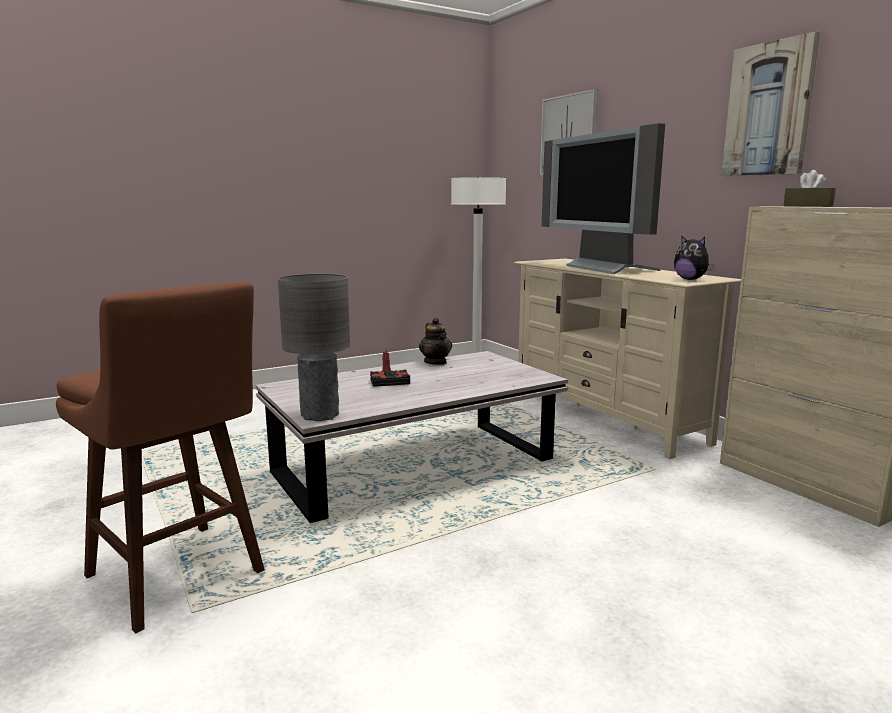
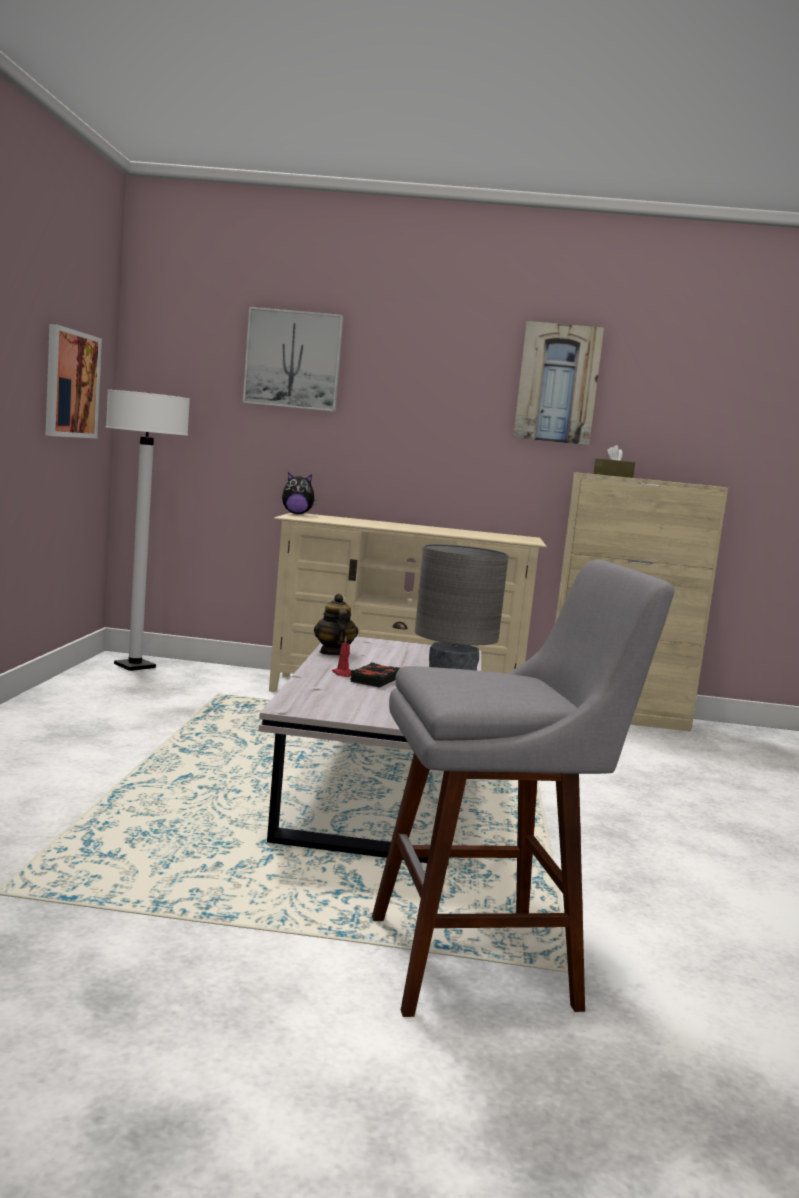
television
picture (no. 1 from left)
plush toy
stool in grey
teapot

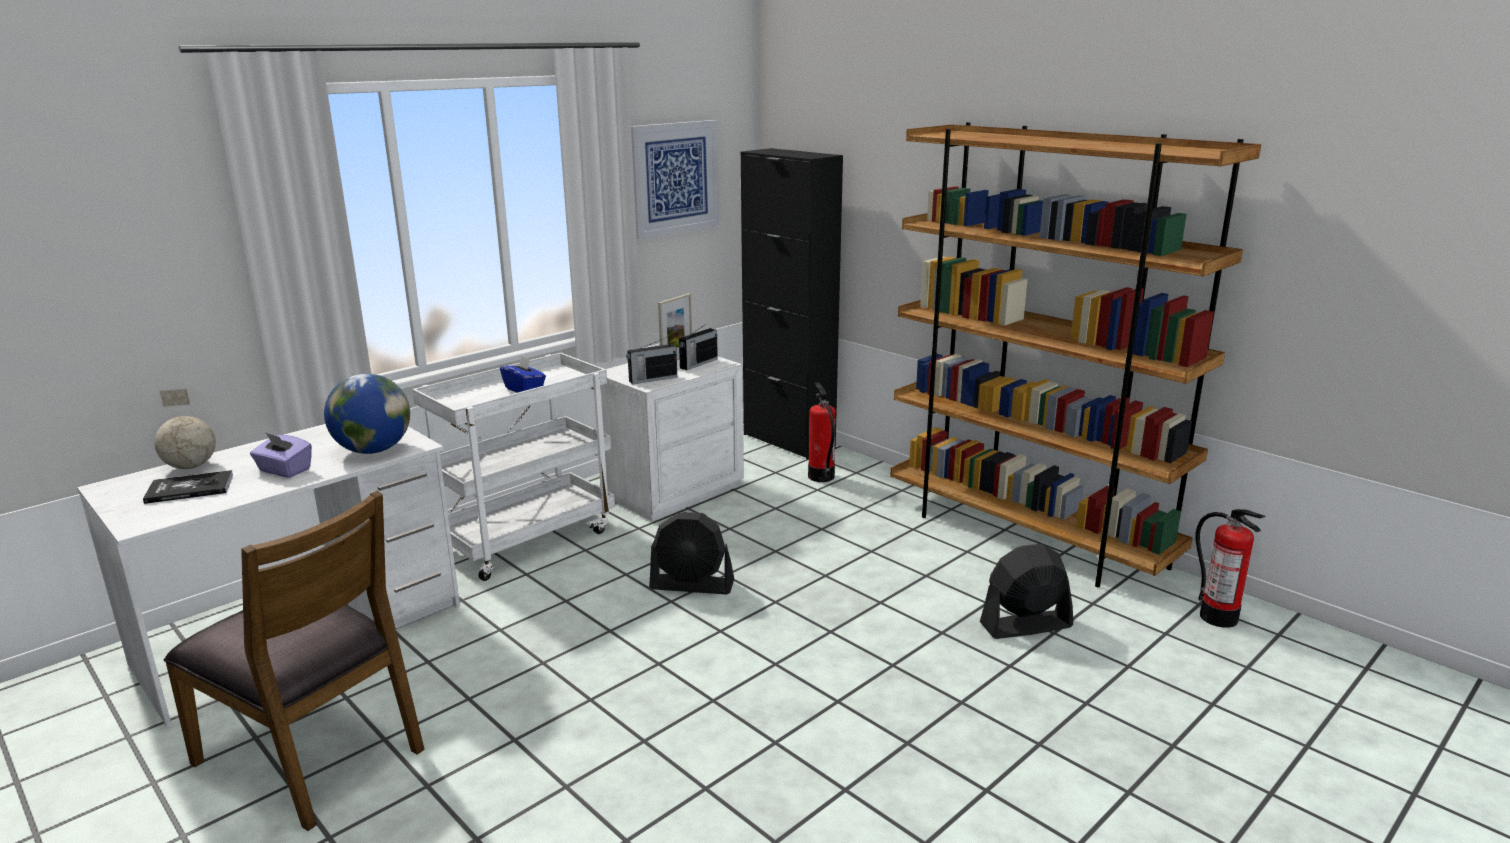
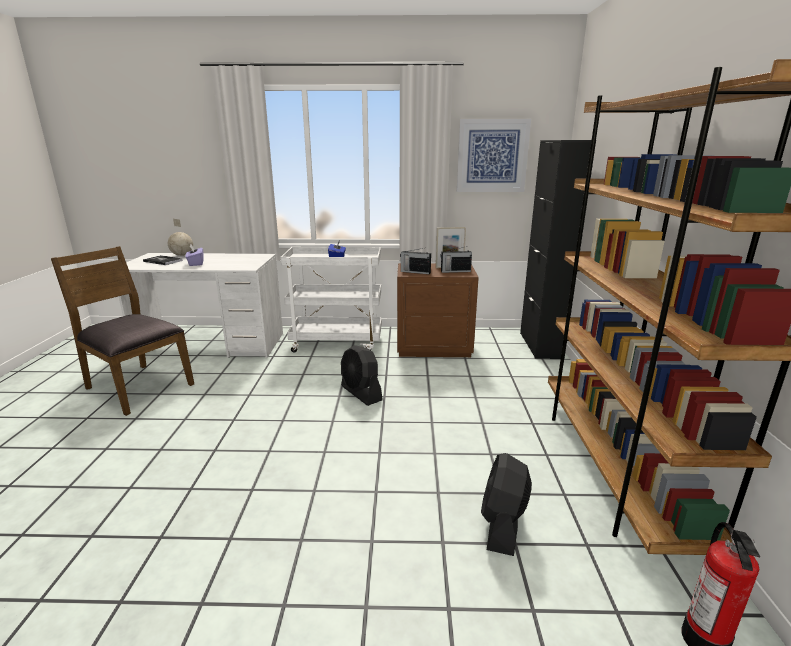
globe (no. 2 from left in the first image)
fire extinguisher (no. 1 from left in the first image)
nightstand in brown
chair in brown
fan in black (no. 2 from left)

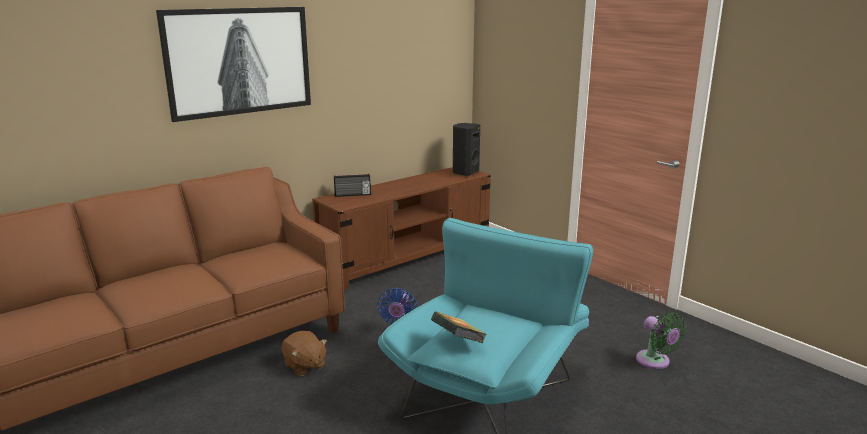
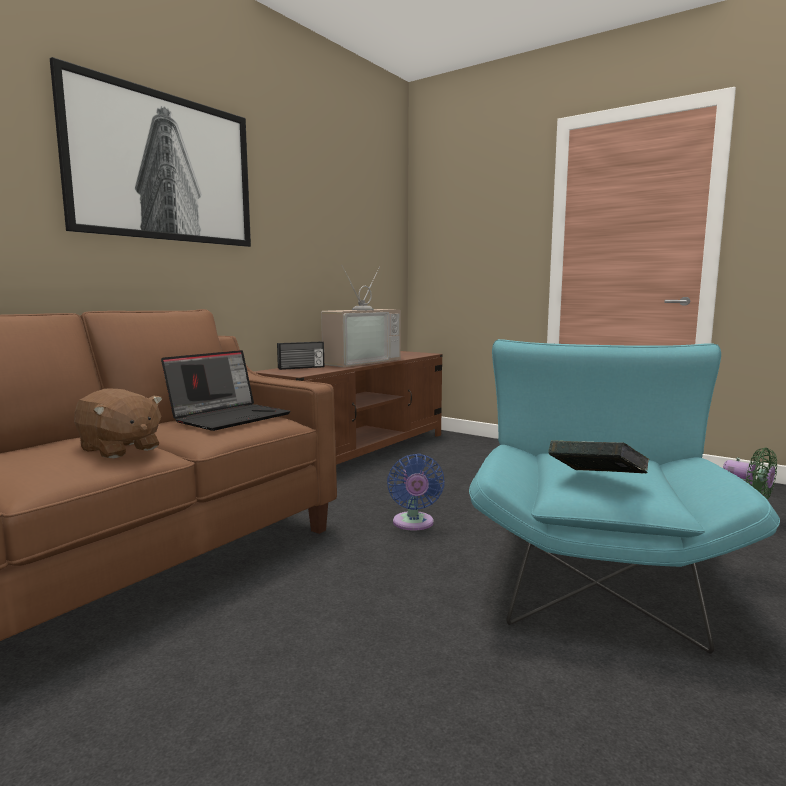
speaker in black
laptop
television
plush toy in brown

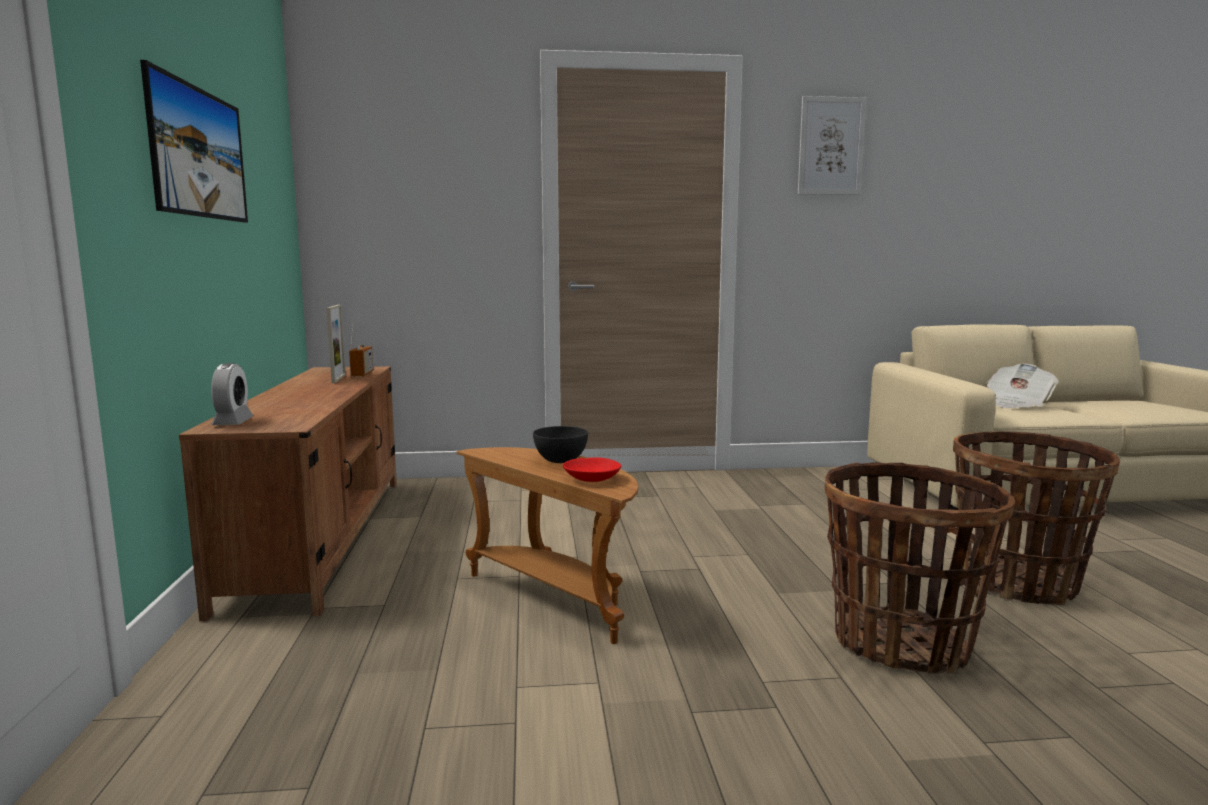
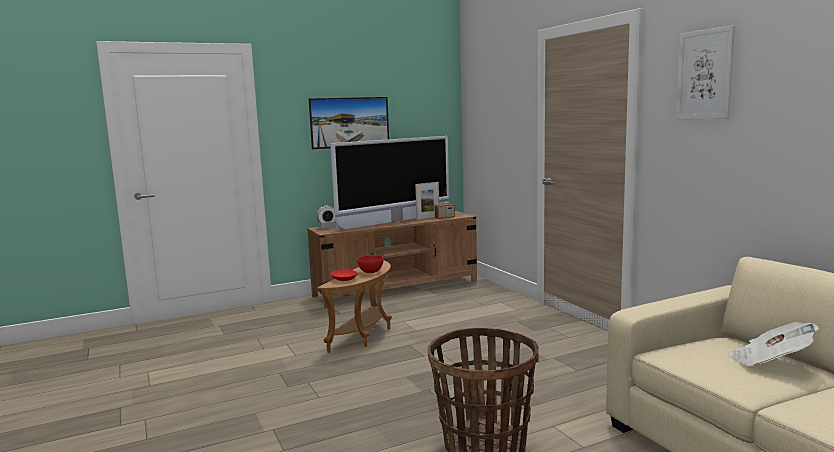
basket (no. 1 from left in the first image)
television
bowl in red (no. 2 from left)

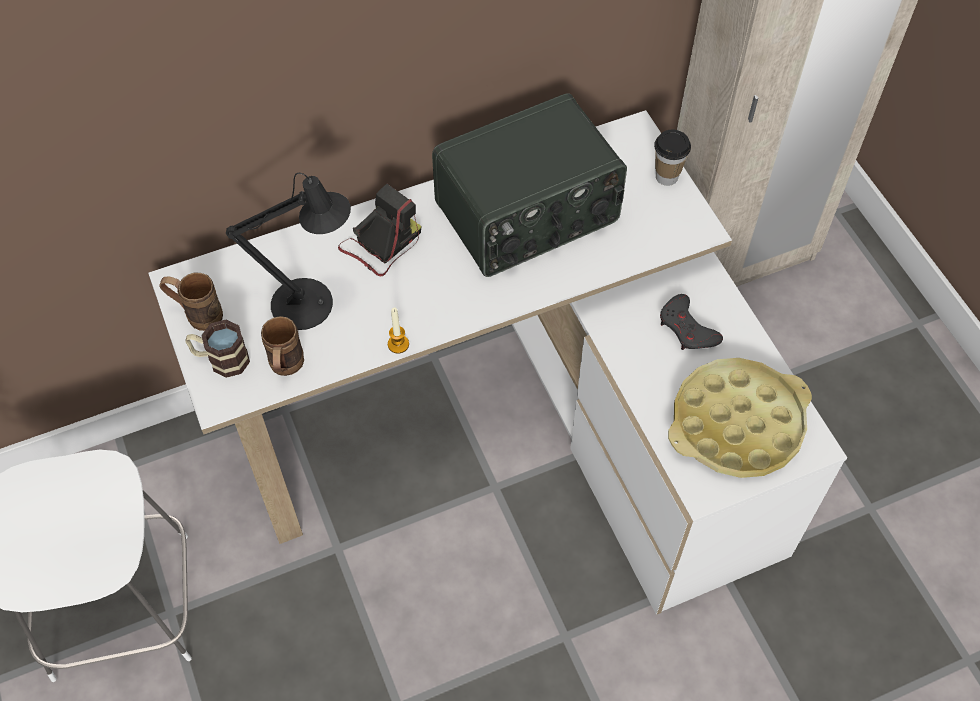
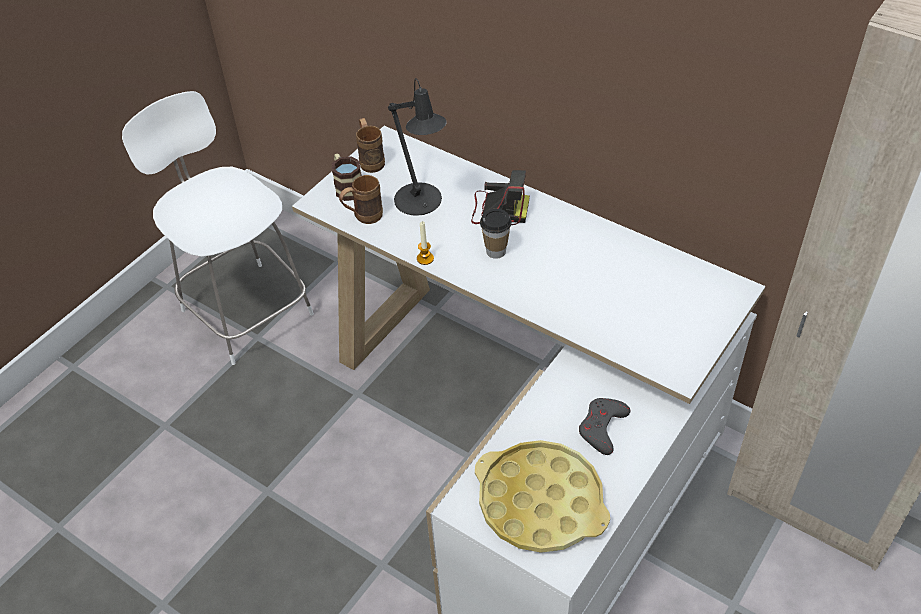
radio
cup

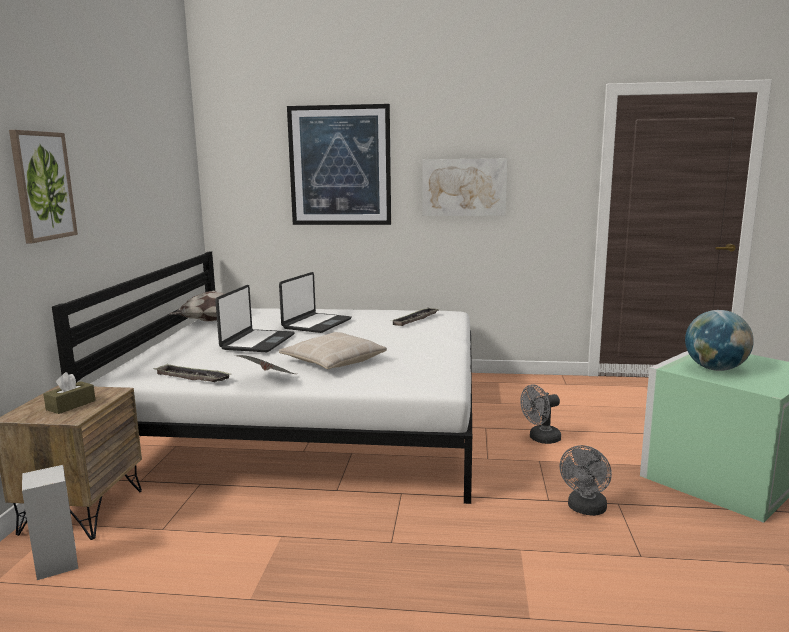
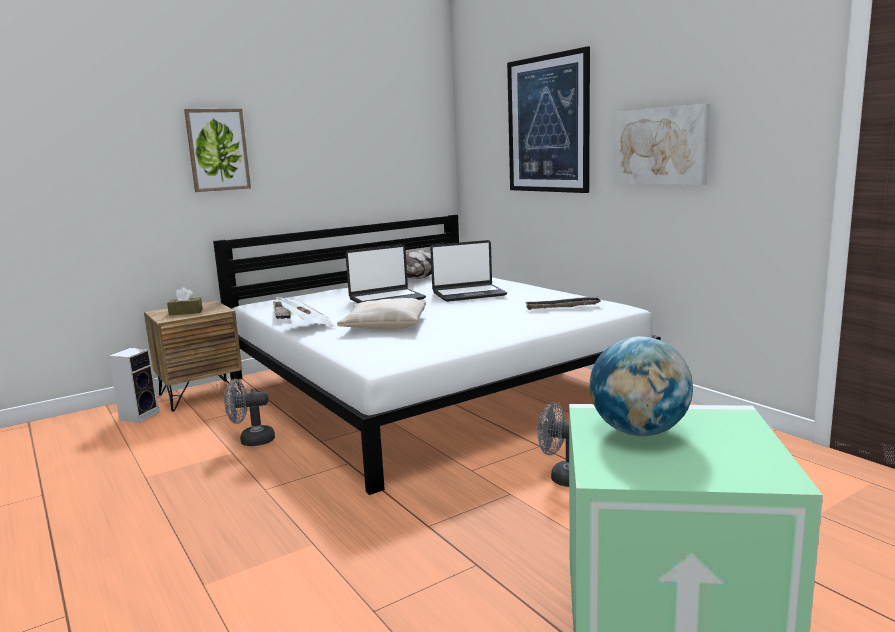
fan in grey (no. 1 from left)

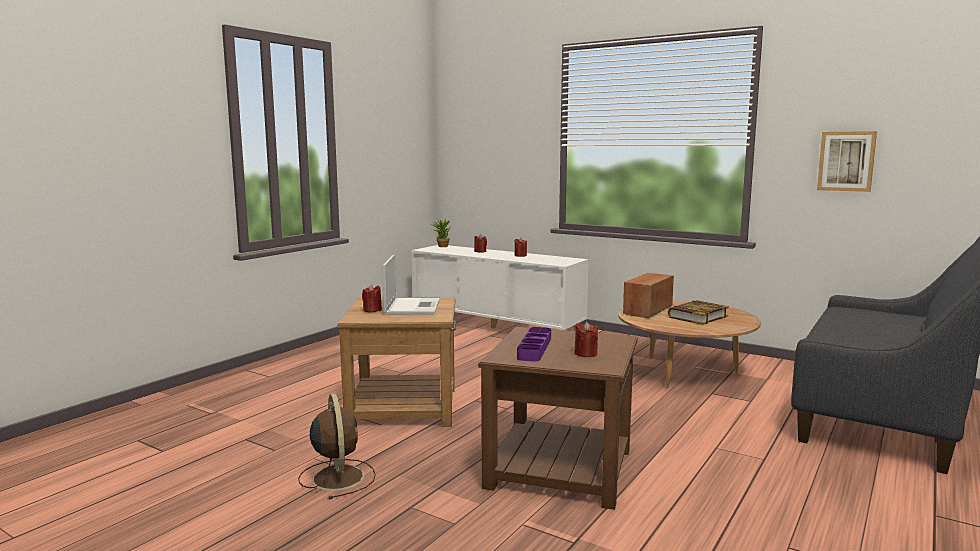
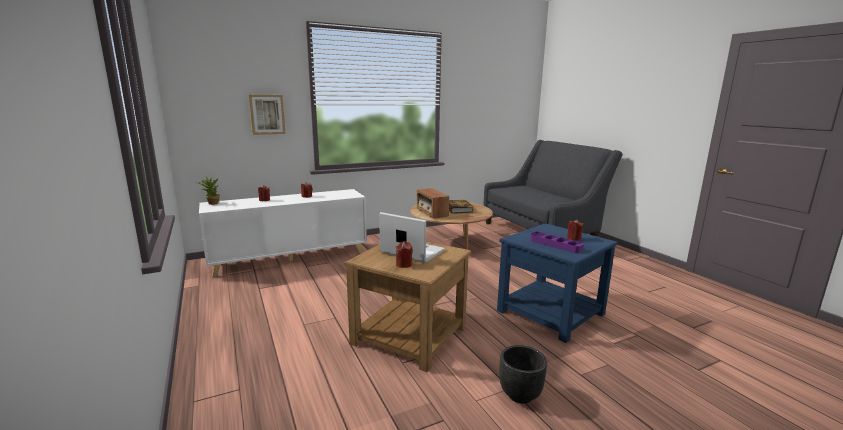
picture
planter in black
side table in blue

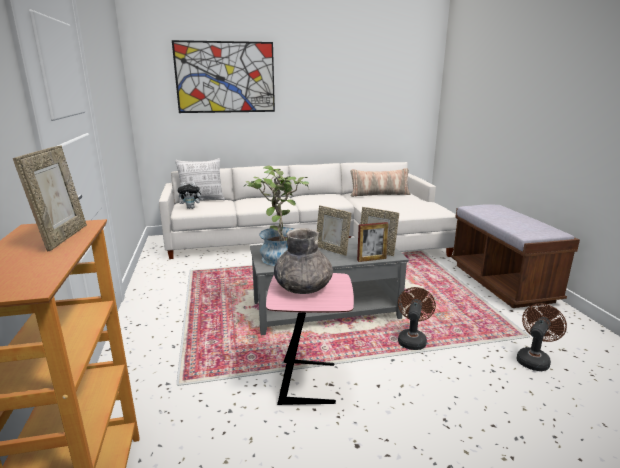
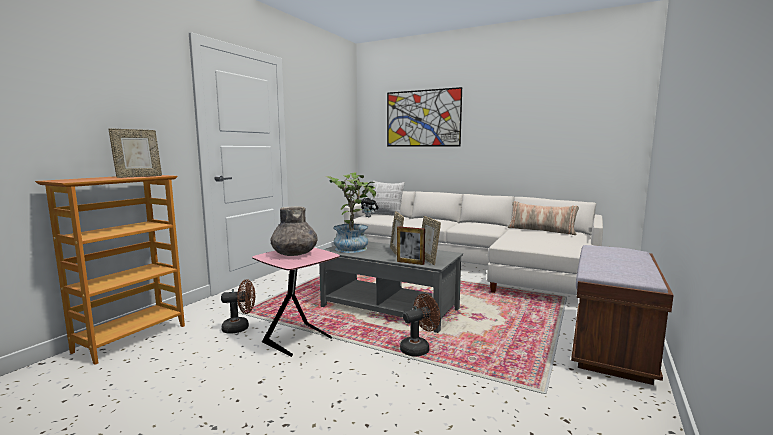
fan in brown (no. 1 from left)

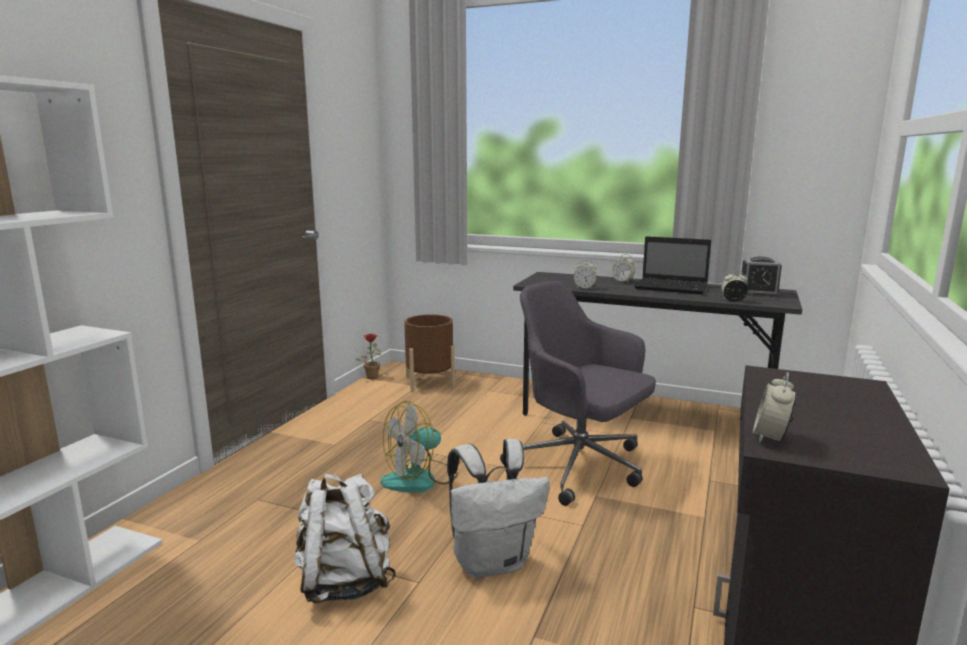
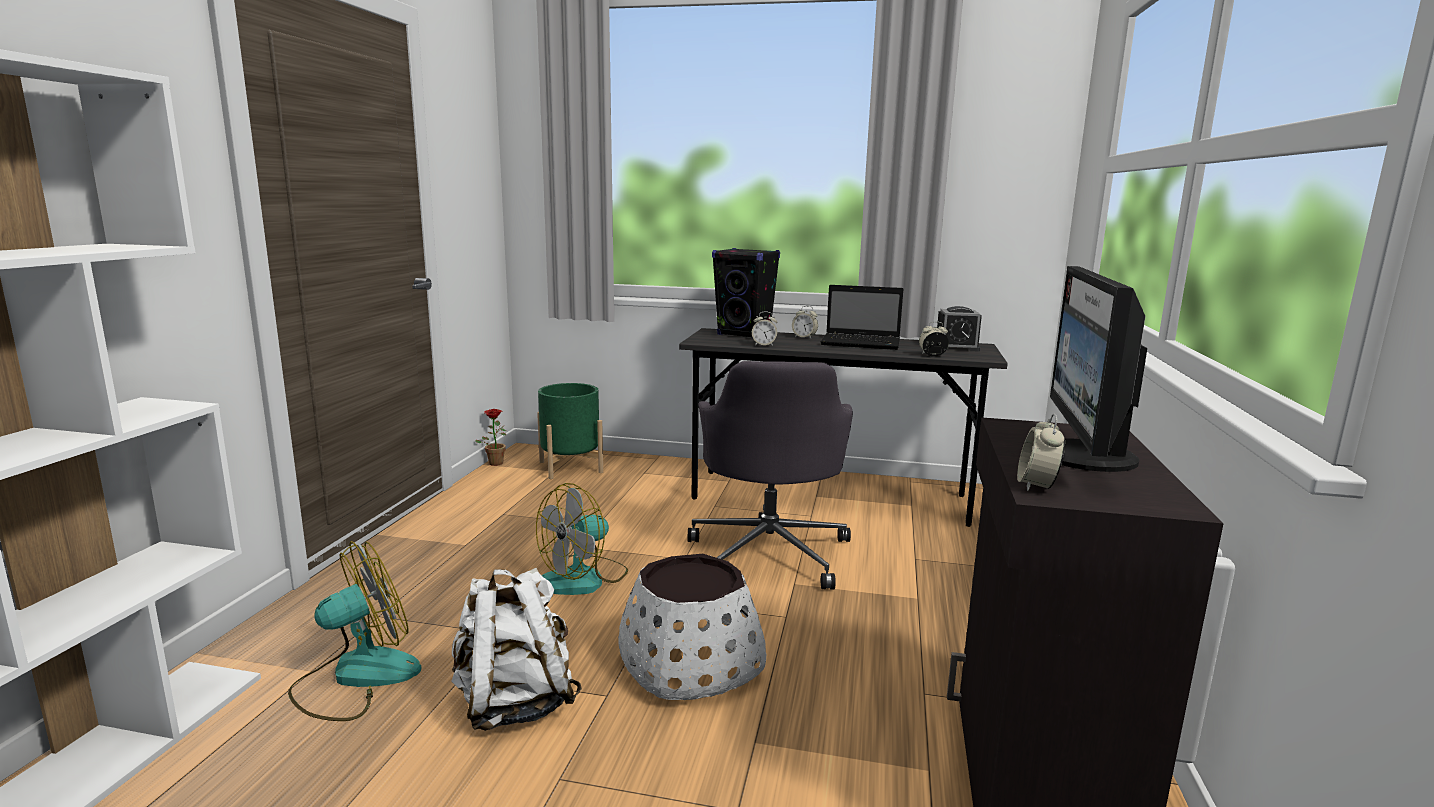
fan (no. 1 from left)
speaker in black
monitor
planter in white
planter in green
office chair in grey

